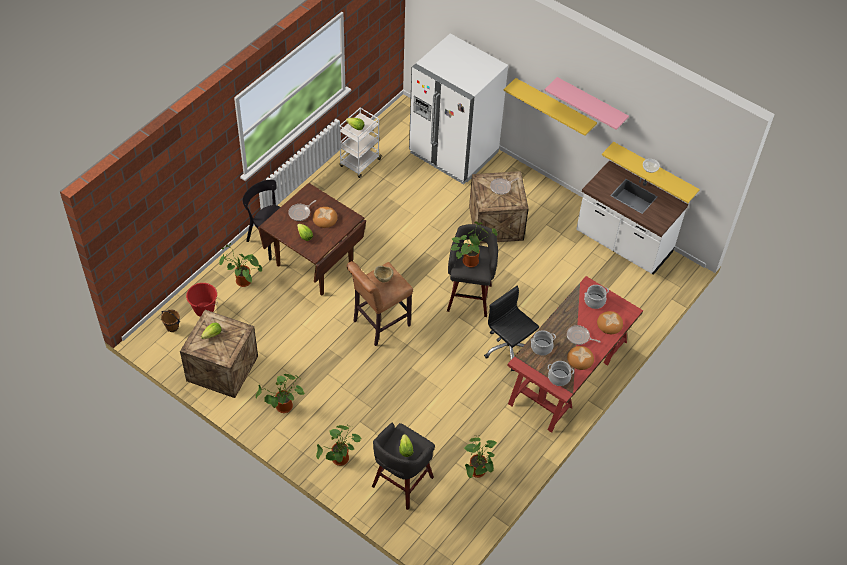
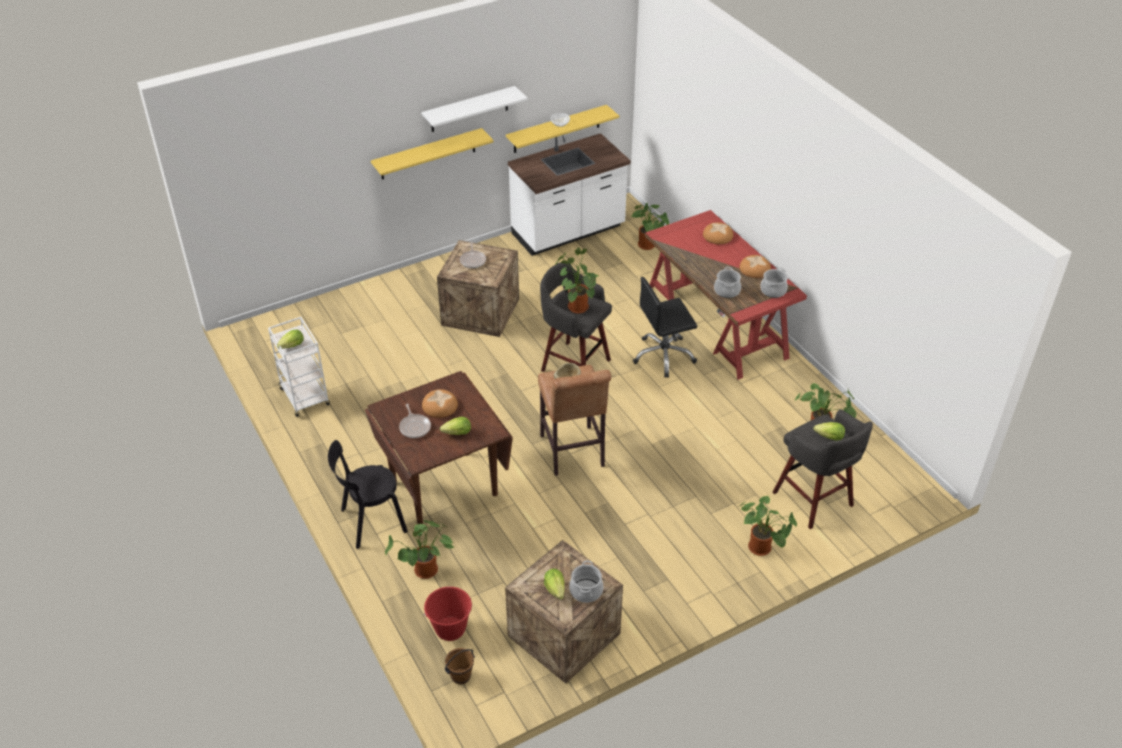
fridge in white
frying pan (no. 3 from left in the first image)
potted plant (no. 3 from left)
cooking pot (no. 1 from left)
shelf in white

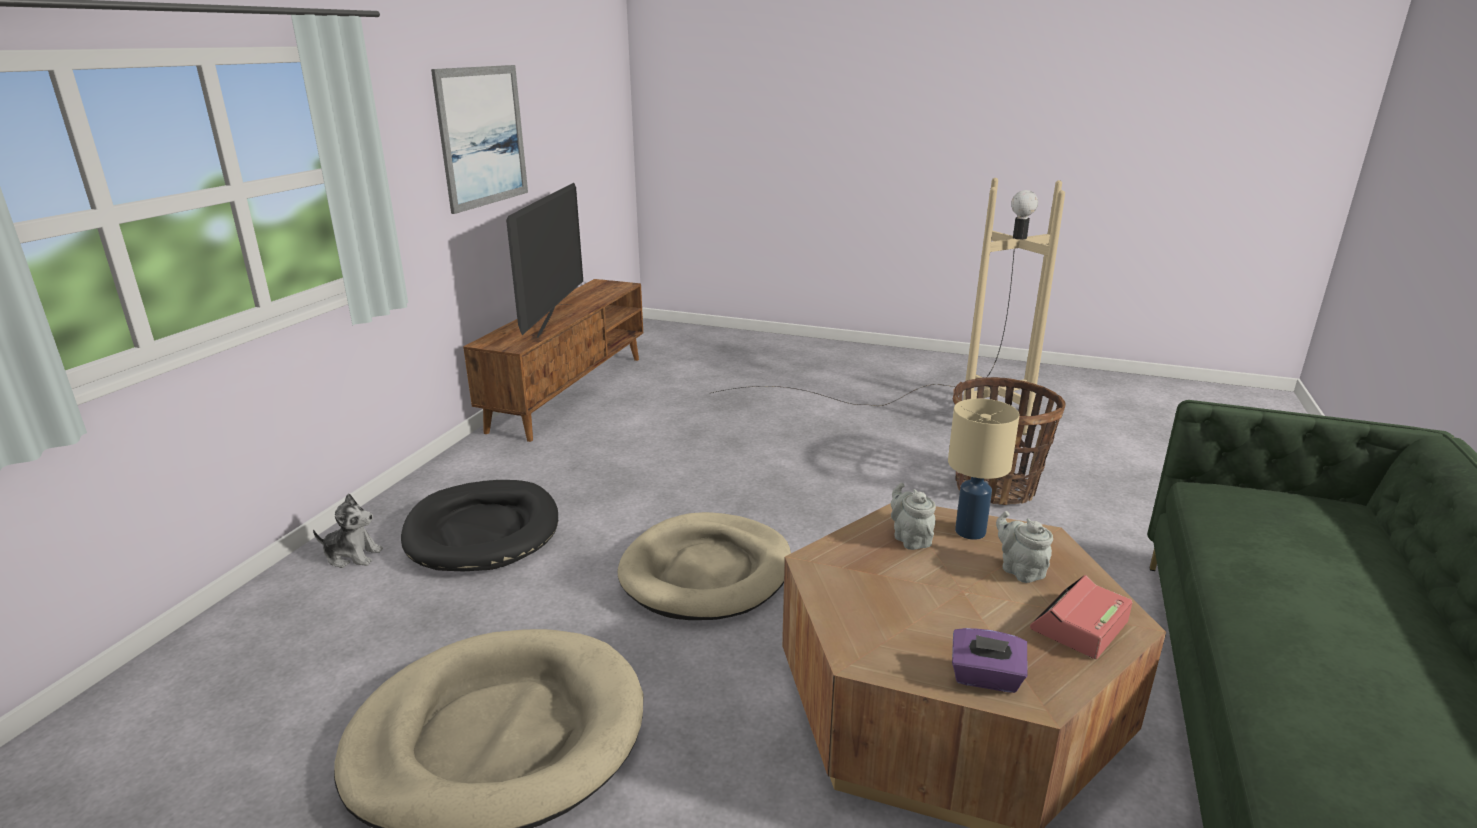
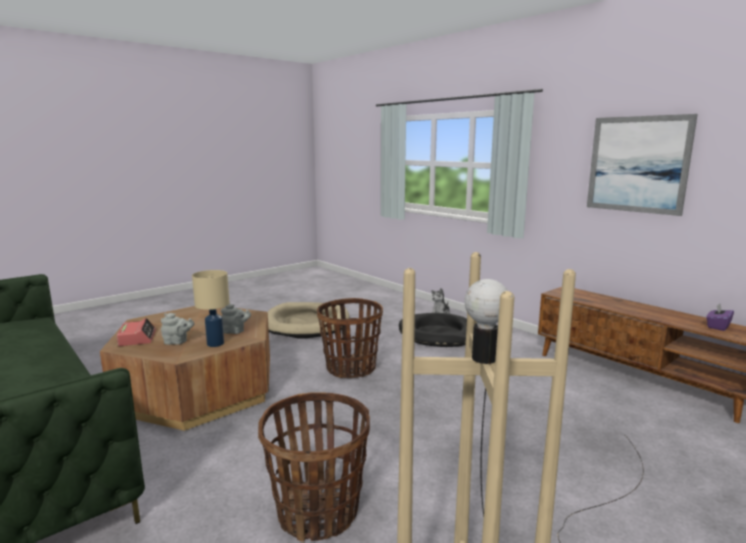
television
tissue box in purple
basket (no. 2 from left)

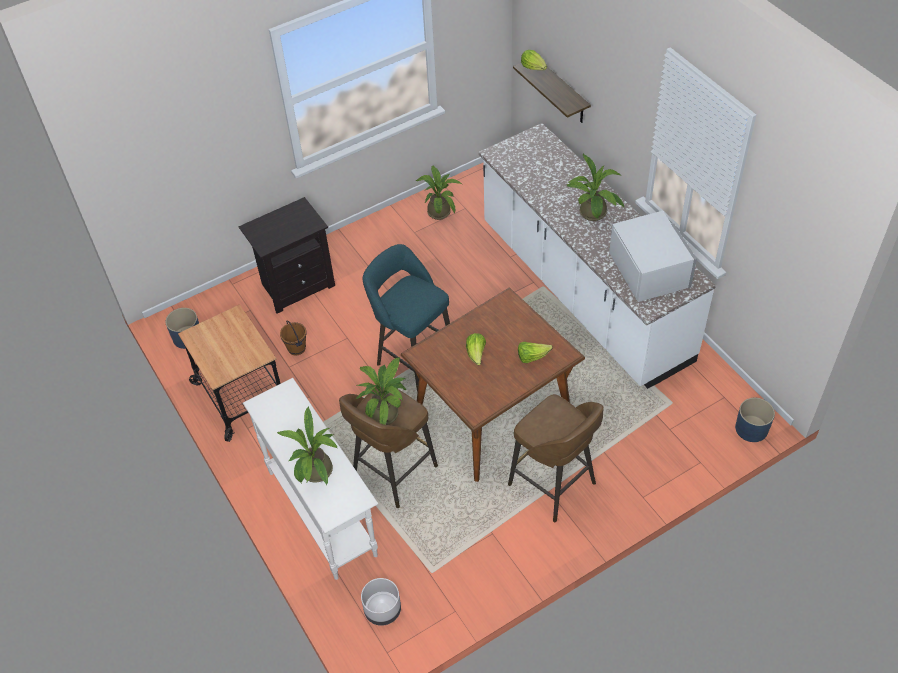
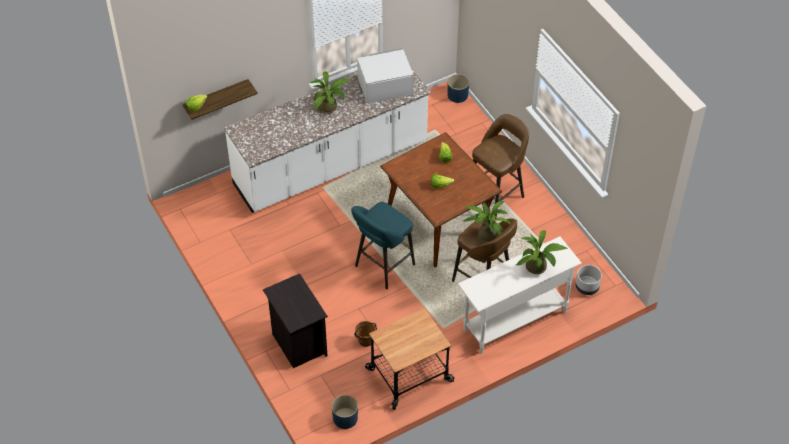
potted plant (no. 3 from left in the first image)

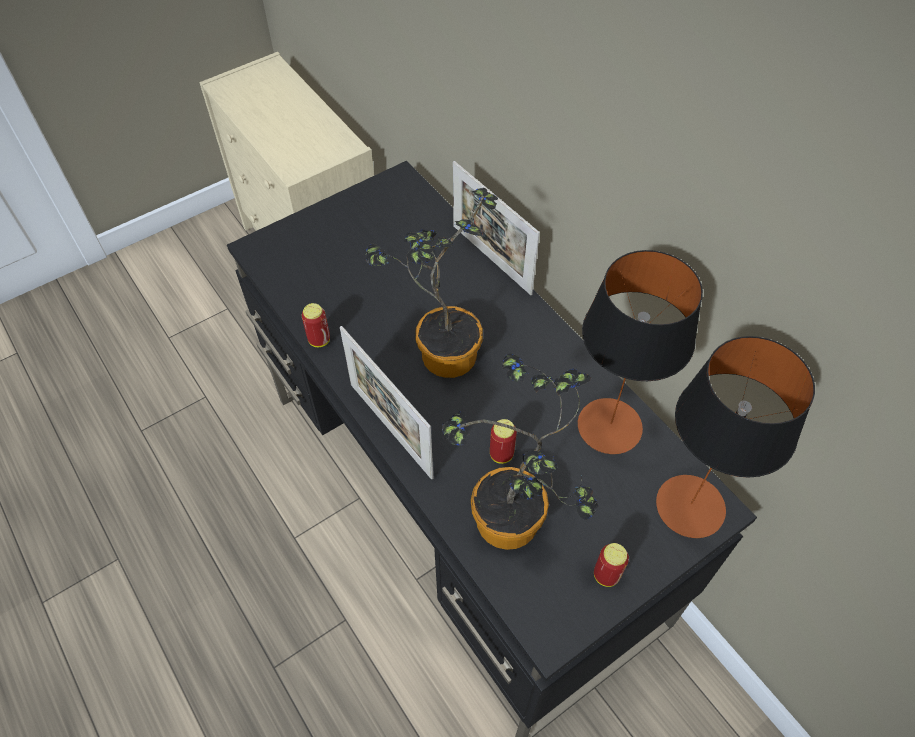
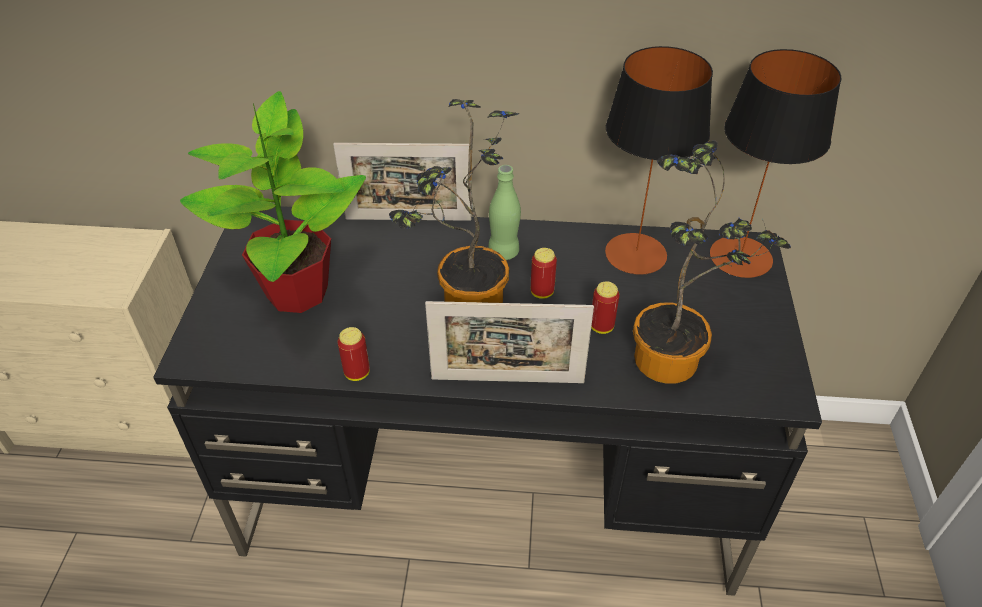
potted plant (no. 1 from left)
bottle in green
can (no. 2 from left)

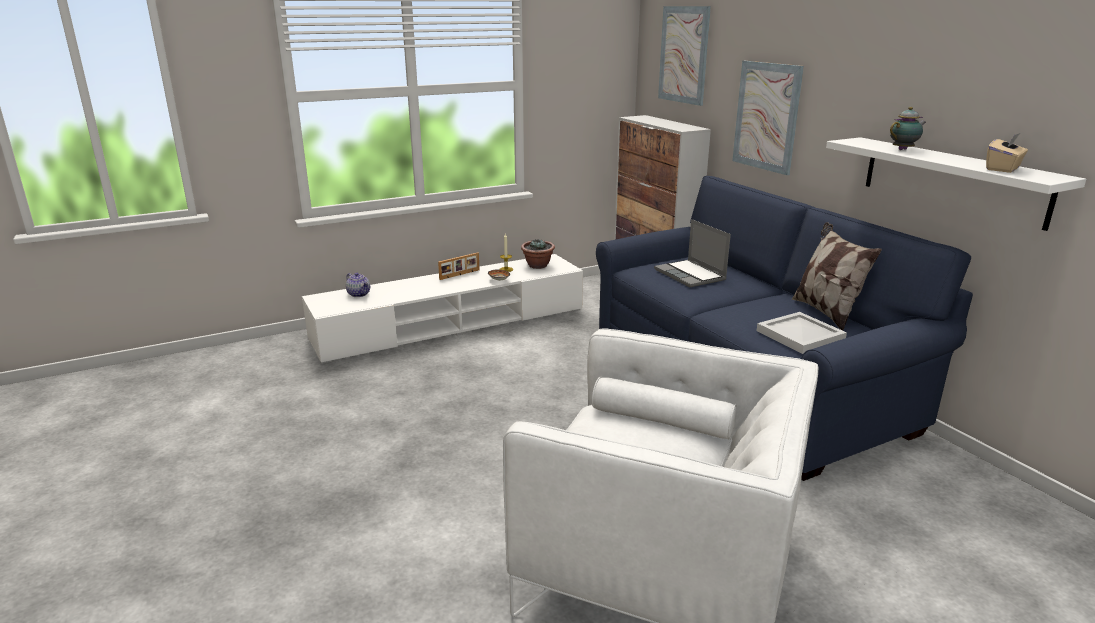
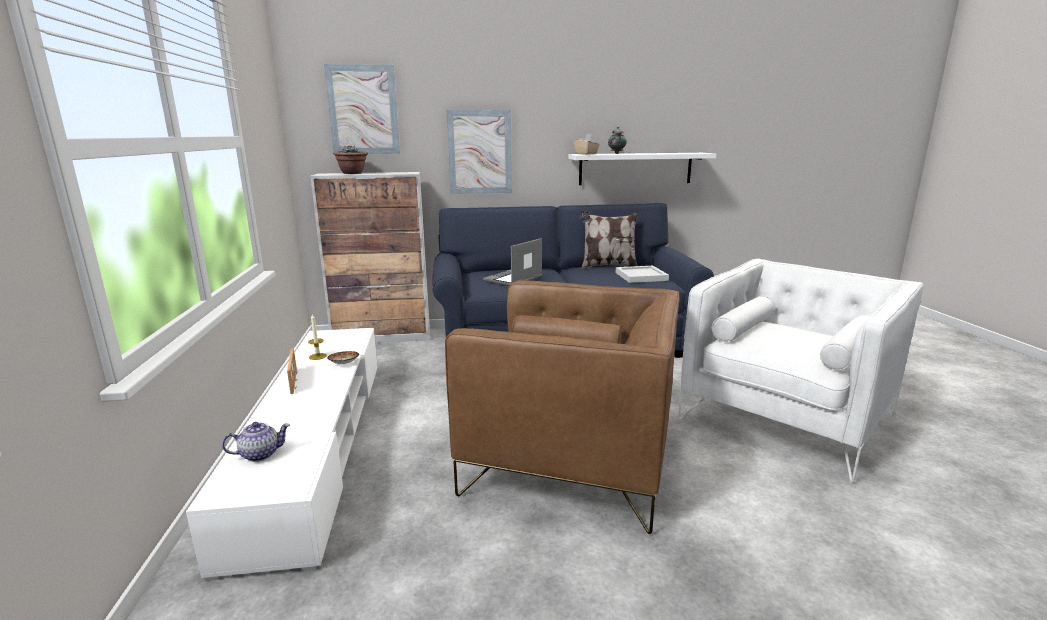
armchair in brown
potted plant
tissue box in beige
laptop

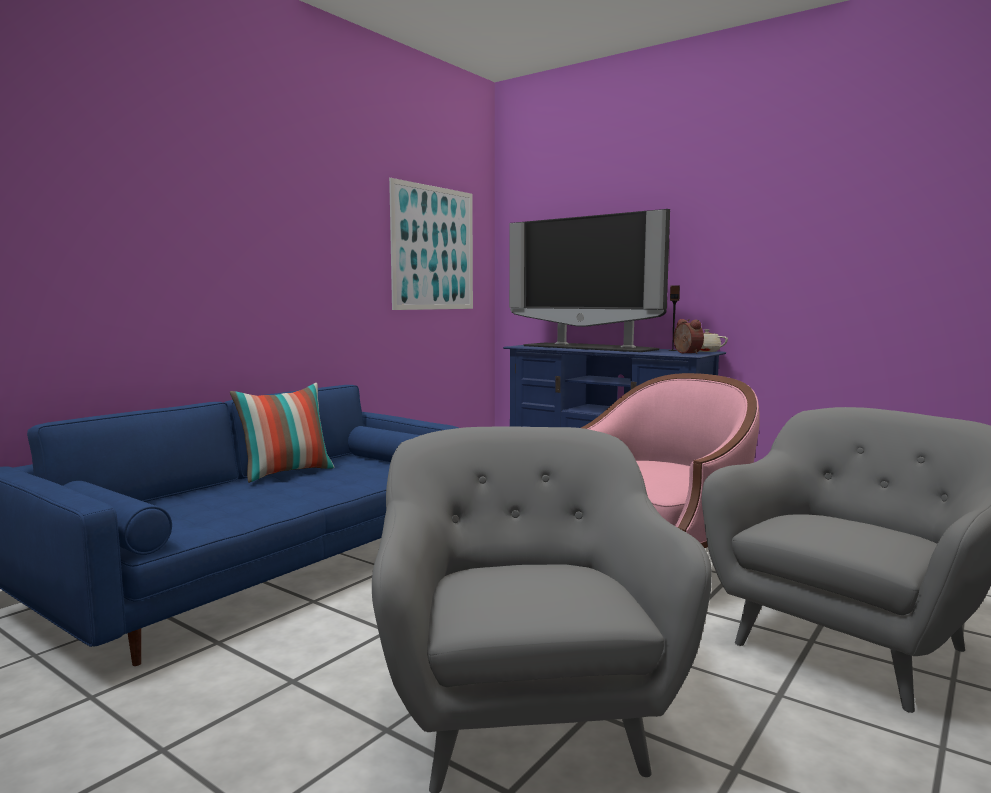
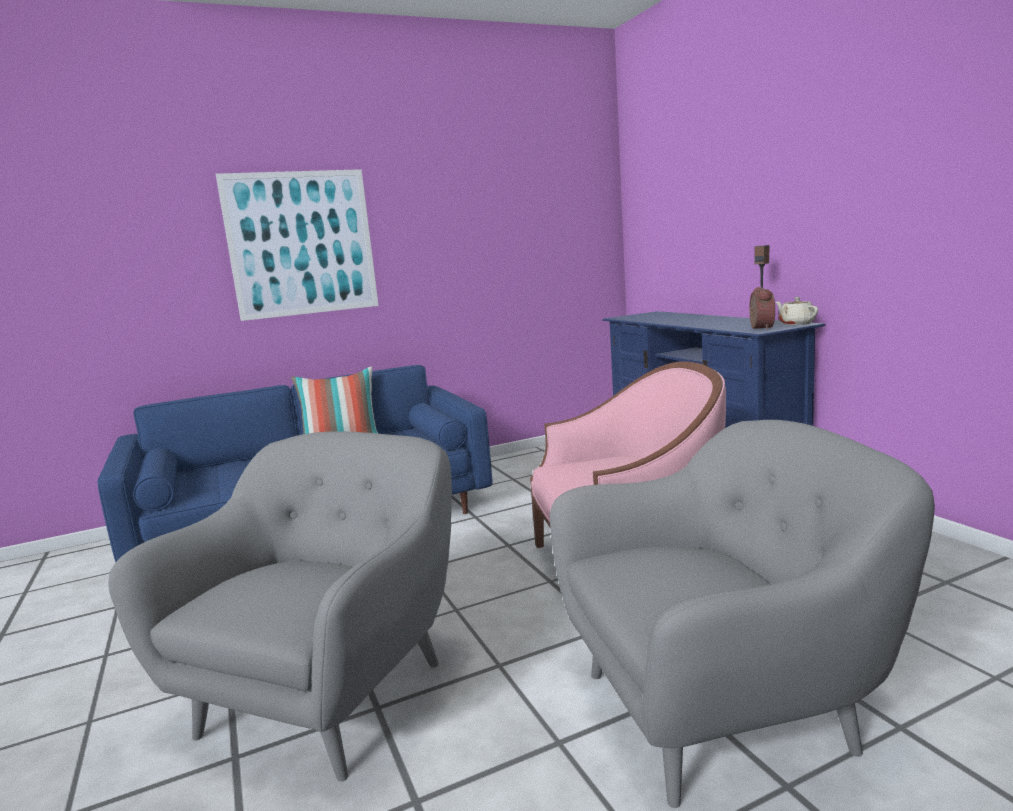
television
picture

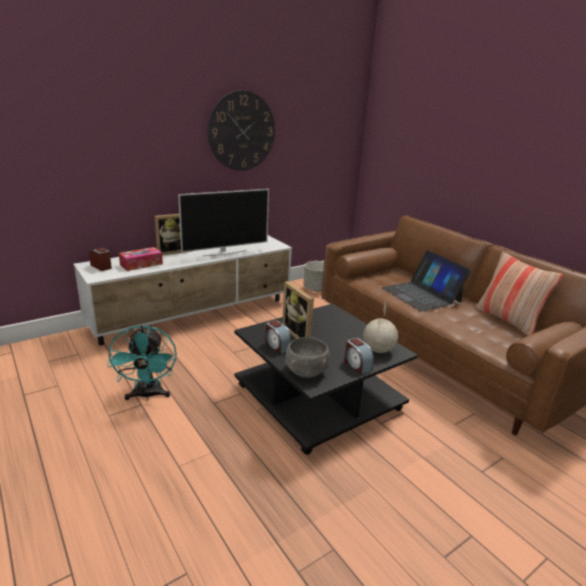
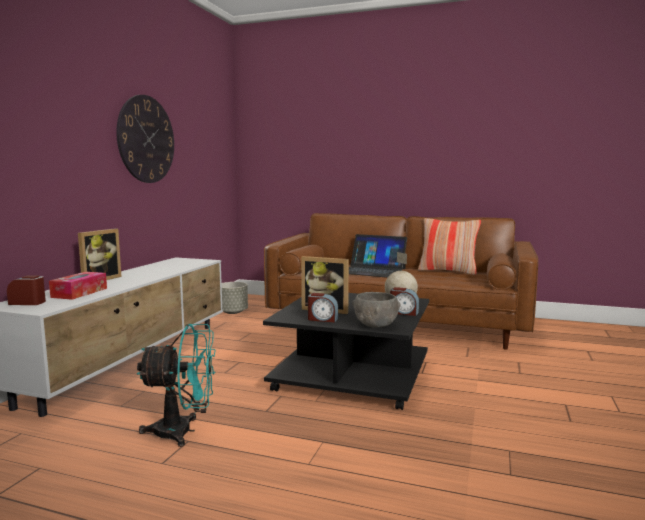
television
fan in turquoise

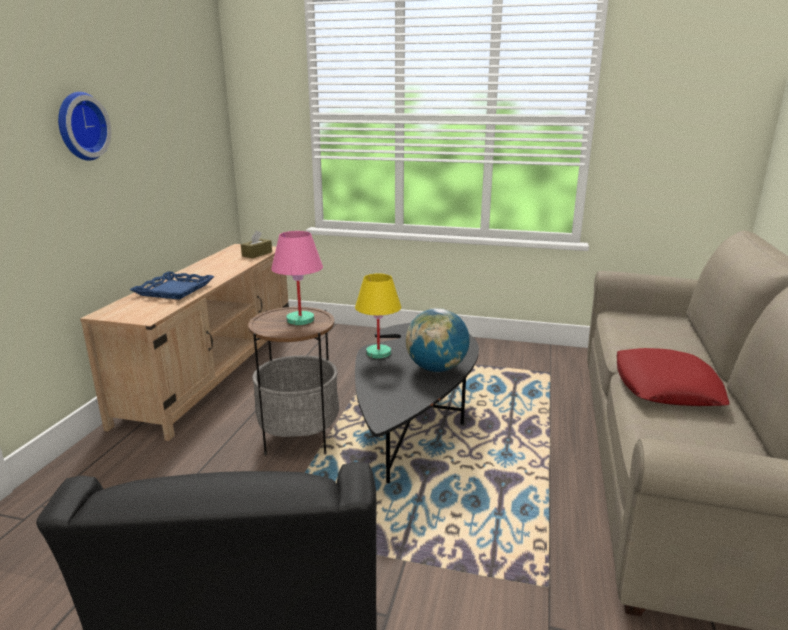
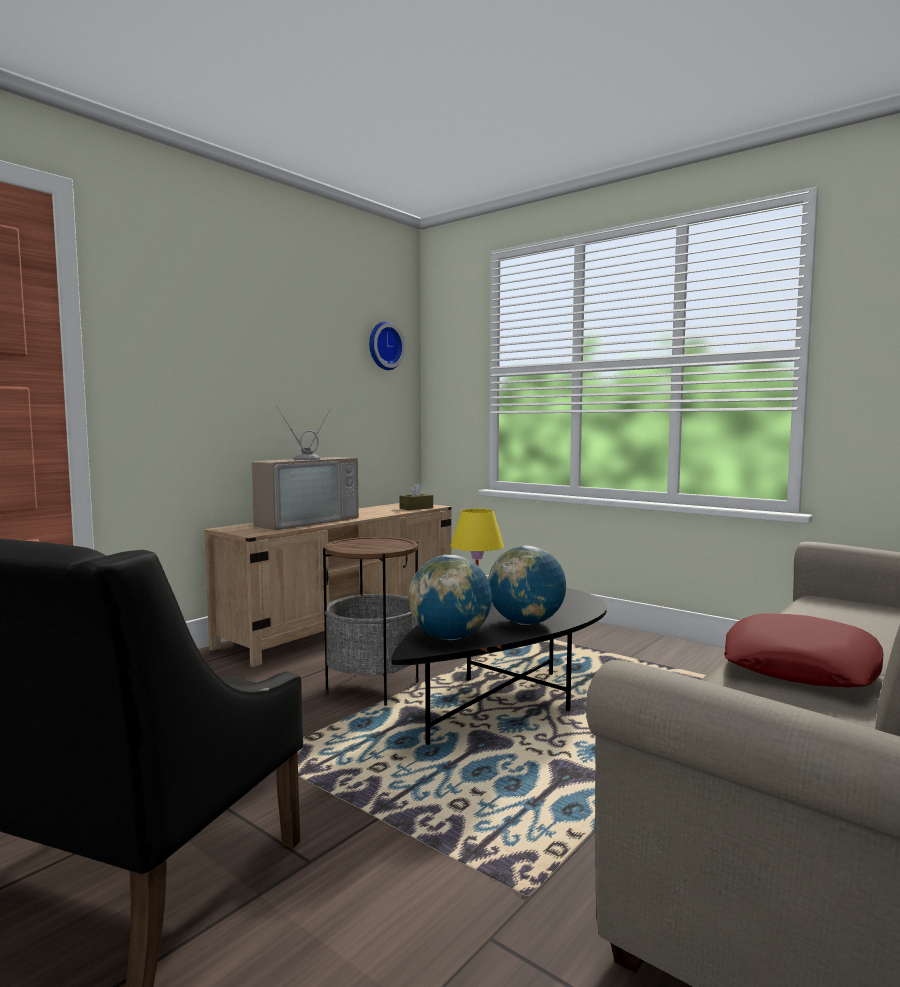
table lamp in pink
globe (no. 1 from left)
wall clock
television

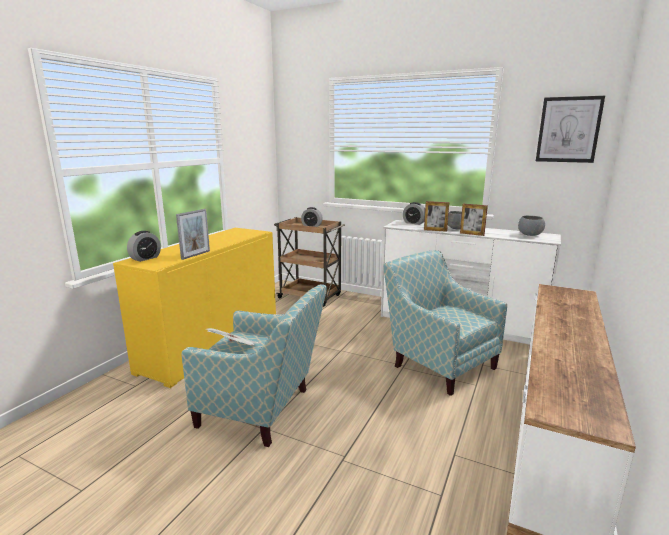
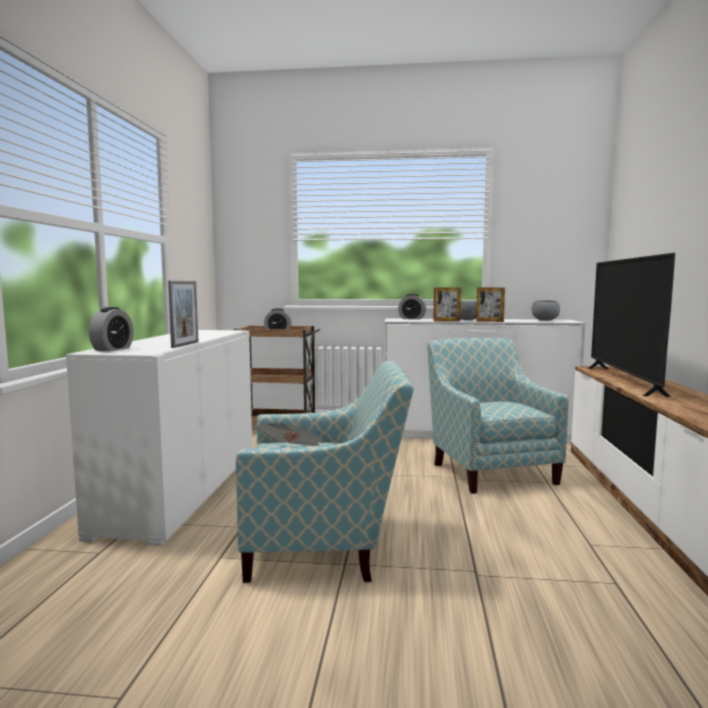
picture
television
cabinet in white
armchair (no. 2 from left)

